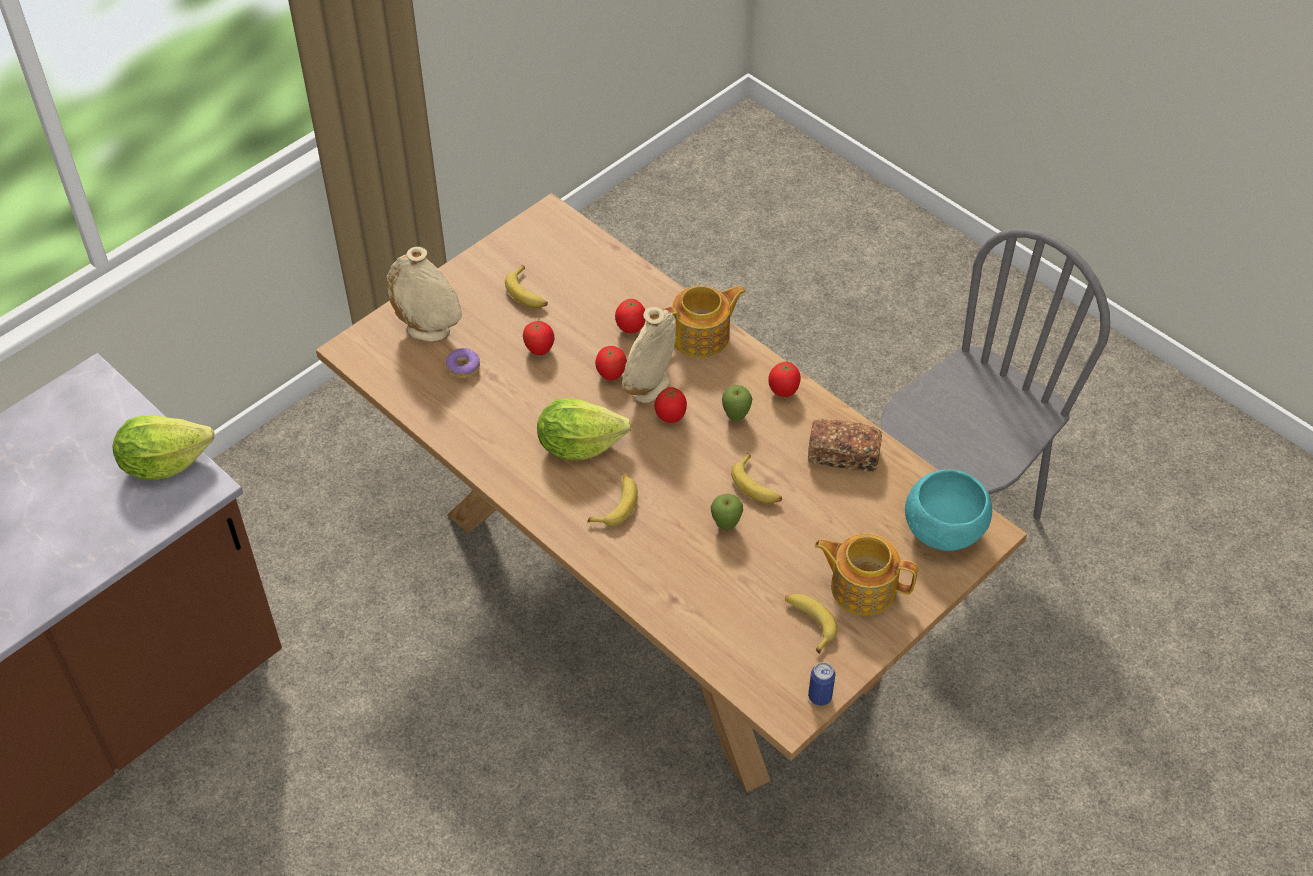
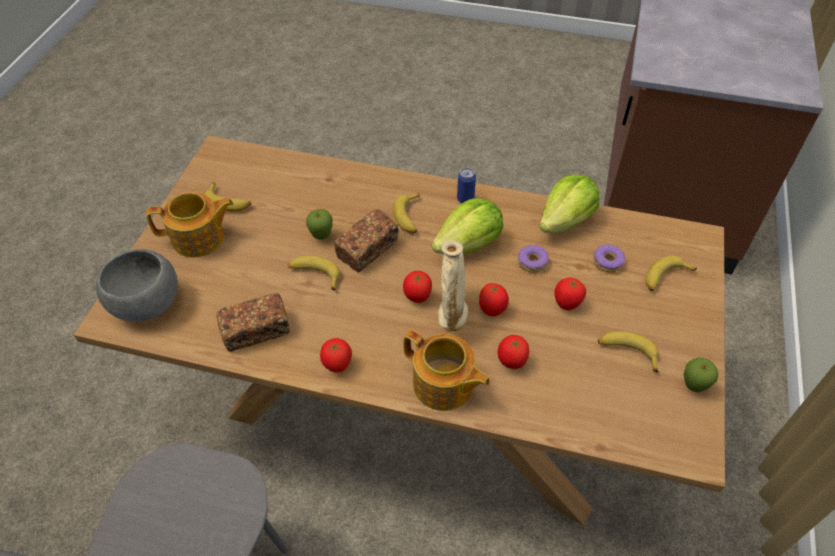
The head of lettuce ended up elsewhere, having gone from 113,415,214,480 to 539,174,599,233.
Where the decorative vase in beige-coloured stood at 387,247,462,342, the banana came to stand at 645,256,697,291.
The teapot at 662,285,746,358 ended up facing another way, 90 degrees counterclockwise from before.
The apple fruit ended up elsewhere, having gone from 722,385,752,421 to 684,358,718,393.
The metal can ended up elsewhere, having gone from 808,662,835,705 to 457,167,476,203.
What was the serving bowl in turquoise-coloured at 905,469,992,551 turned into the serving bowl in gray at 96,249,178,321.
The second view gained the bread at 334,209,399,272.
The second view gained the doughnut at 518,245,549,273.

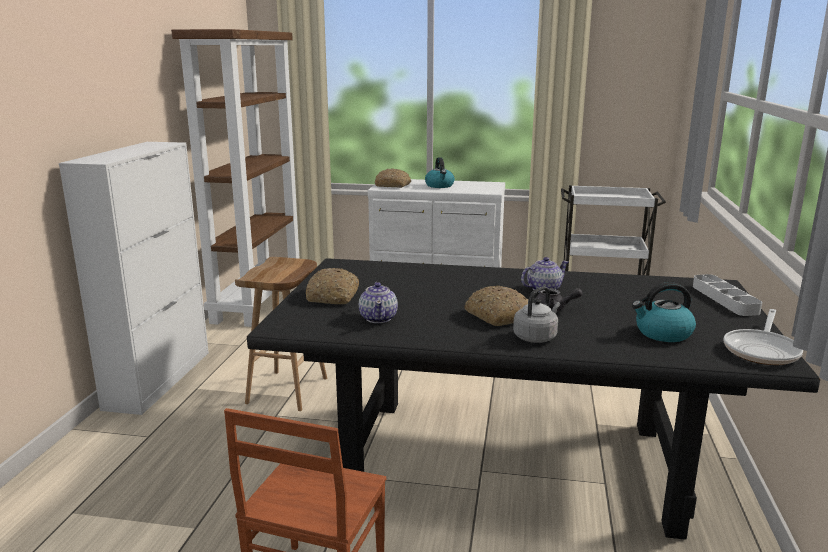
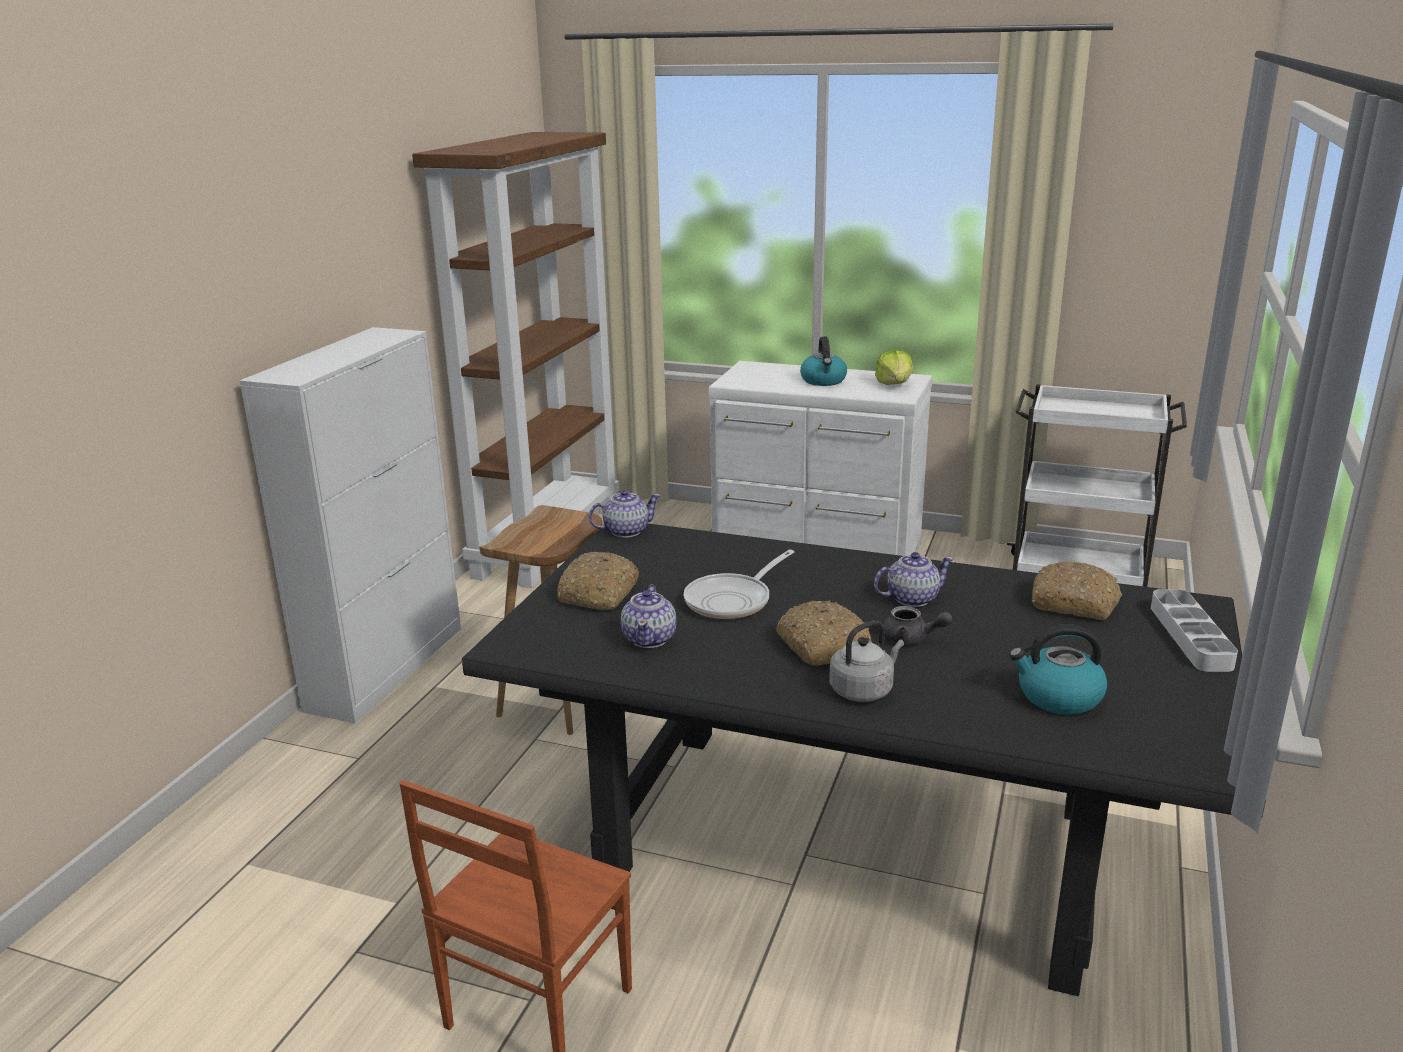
The bread ended up elsewhere, having gone from 375,169,411,188 to 1032,561,1122,620.
The pan ended up elsewhere, having gone from 723,309,803,365 to 684,550,794,619.
The second view gained the teapot at 589,490,661,538.
The second view gained the head of lettuce at 875,350,914,385.

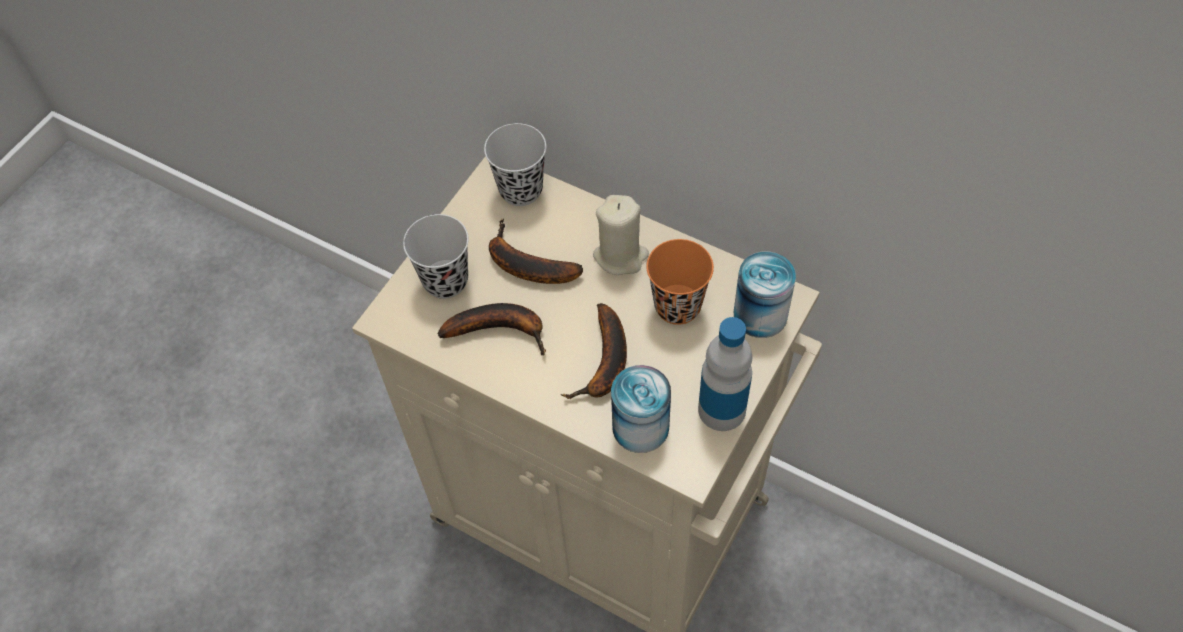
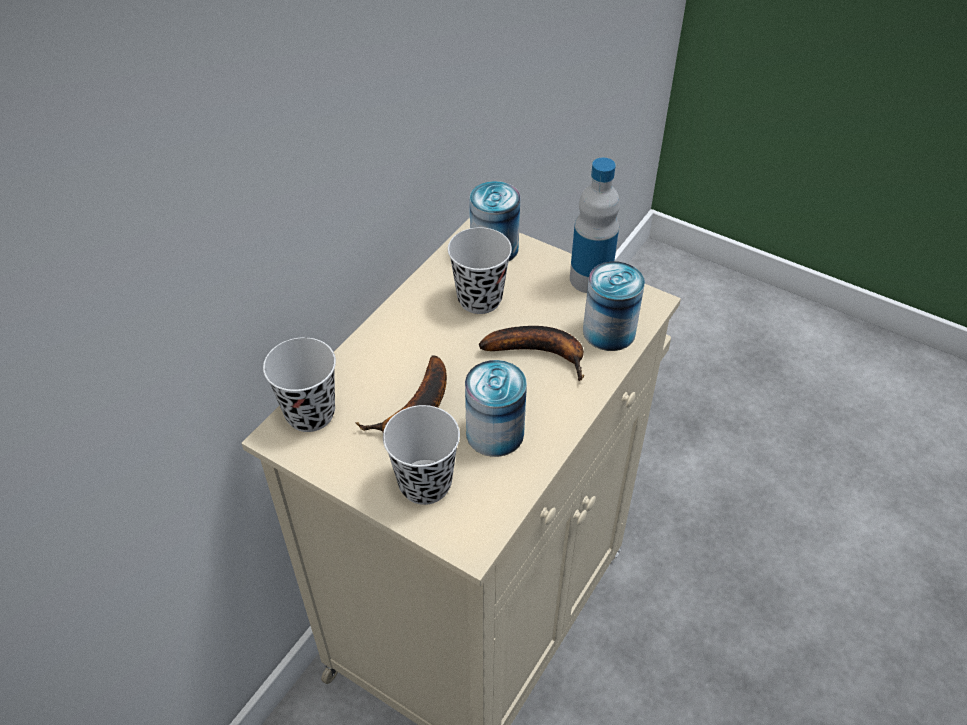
Where the banana stood at 438,303,546,356, the metal can came to stand at 465,360,527,457.
The second view lost the wax candle in beige-coloured at 593,195,649,275.
What was the small cup in orange-coloured at 646,239,714,325 turned into the small cup in black-coloured at 448,227,512,314.

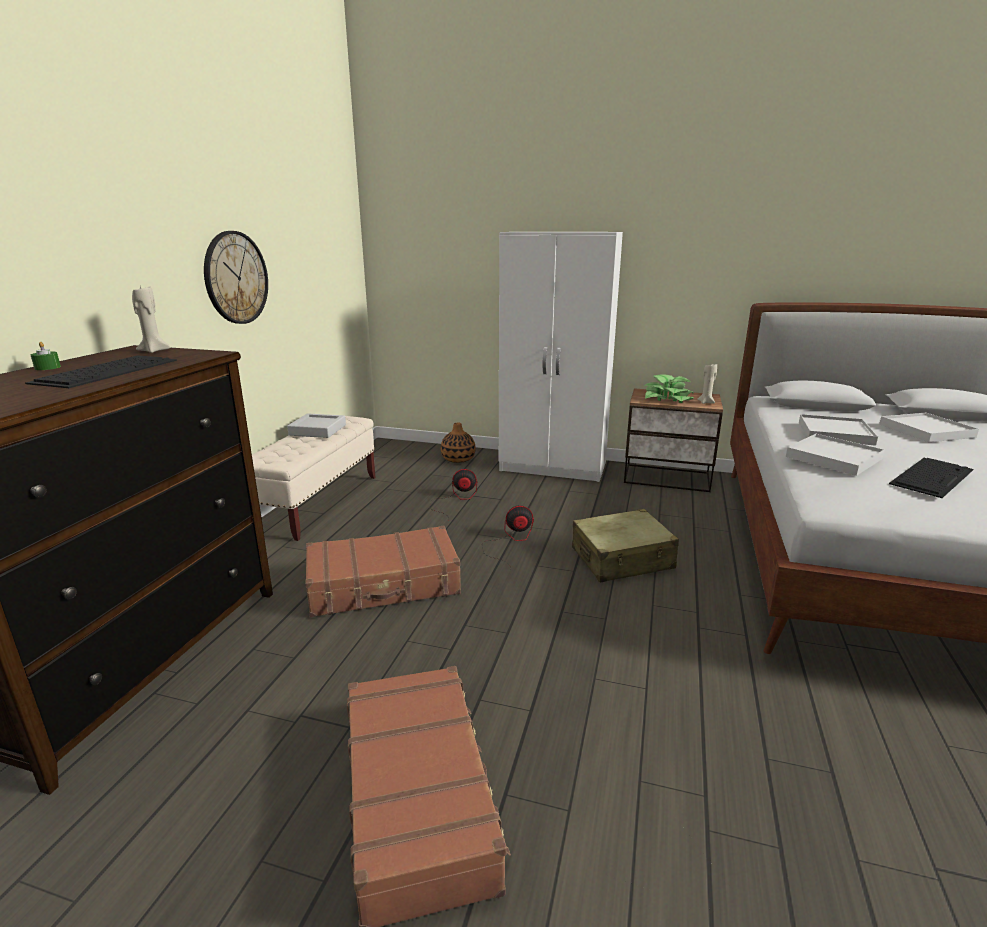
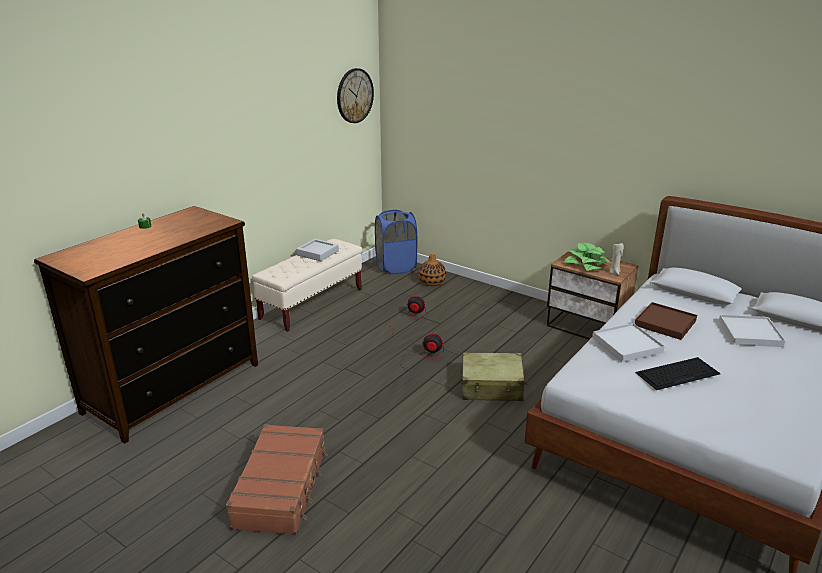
The second view lost the computer keyboard at 25,355,177,388.
The second view lost the wax candle in beige-coloured at 132,286,170,353.
The wall clock ended up elsewhere, having gone from 204,231,268,324 to 337,68,374,123.
The second view lost the travel case in brown at 305,526,461,617.
The second view lost the clothes cupboard in whitish at 499,232,623,482.
What was the carrying tray in whitish at 799,414,878,446 turned into the carrying tray in brown at 635,302,697,340.
The second view gained the hamper in blue at 375,210,417,274.

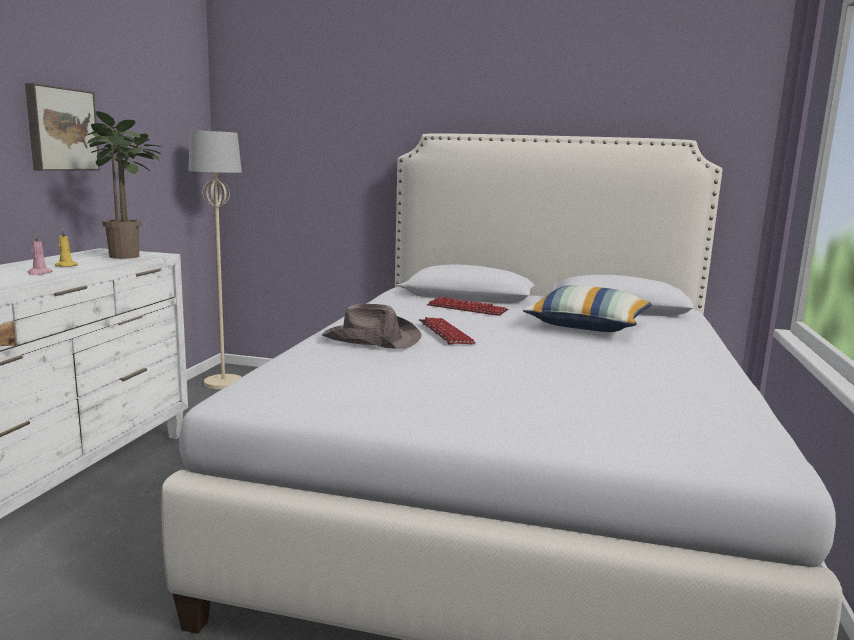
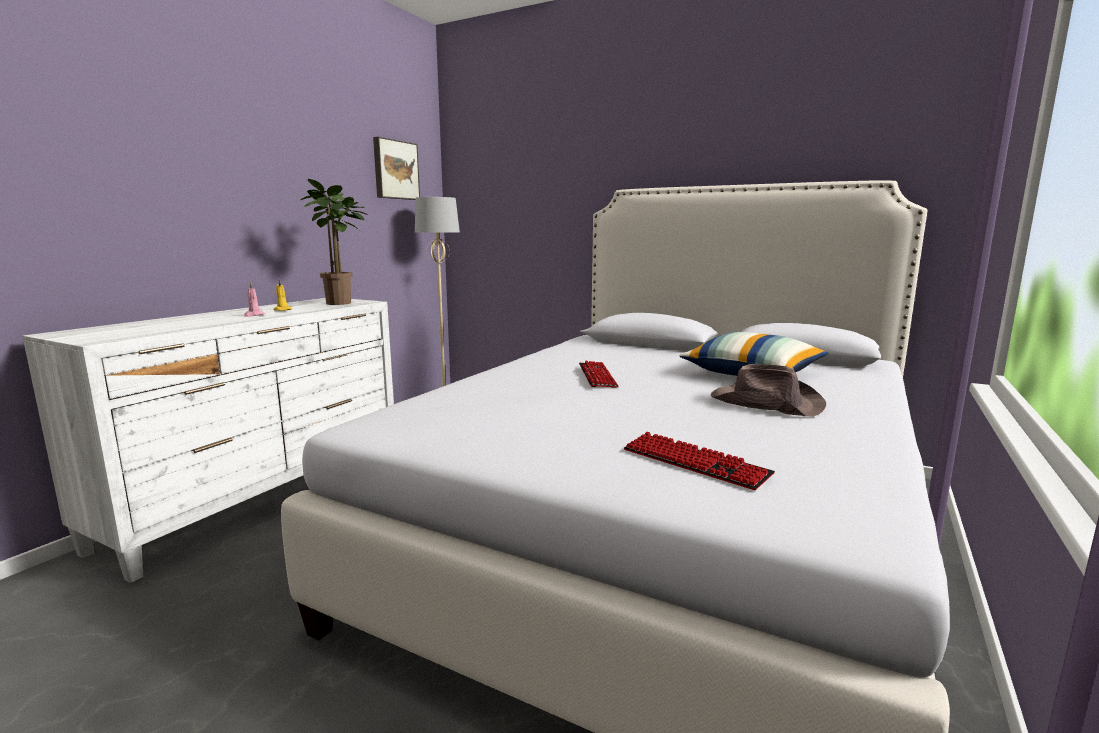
The wall picture ended up elsewhere, having gone from 25,83,100,171 to 373,137,420,200.
The hat in brown ended up elsewhere, having gone from 322,304,422,349 to 711,364,826,417.
The computer keyboard ended up elsewhere, having gone from 427,297,508,316 to 624,432,775,490.

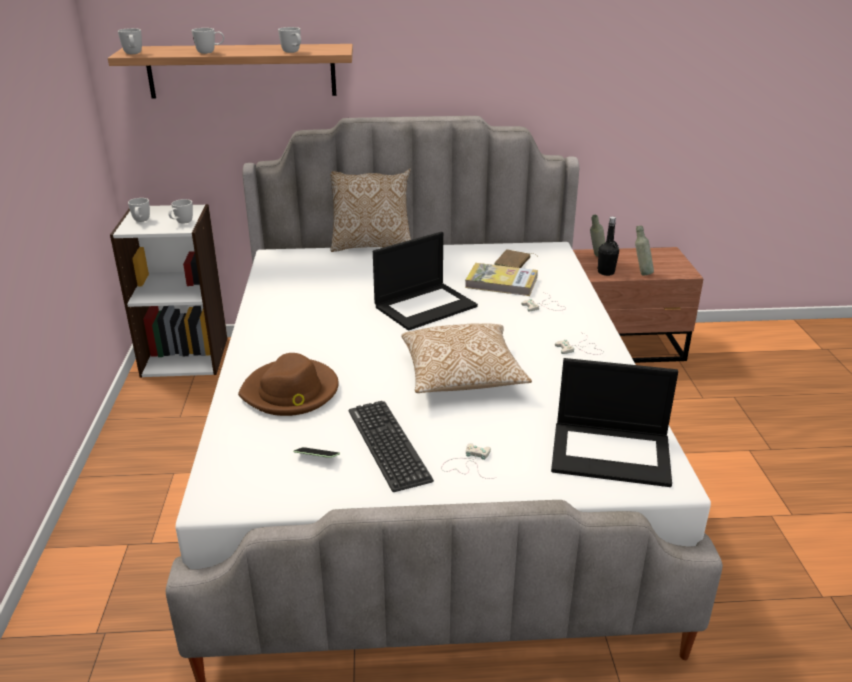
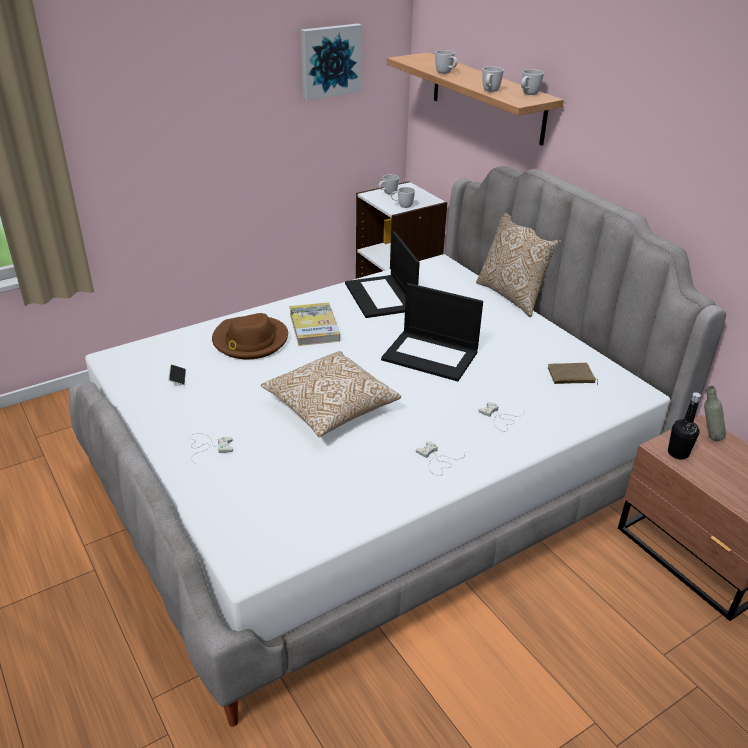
The tea mug in whitish ended up elsewhere, having gone from 118,28,142,54 to 521,69,544,95.
The second view lost the computer keyboard at 349,401,434,492.
The volume ended up elsewhere, having gone from 465,263,538,296 to 289,302,340,346.
The portable computer ended up elsewhere, having gone from 551,358,678,487 to 345,231,420,318.
The second view lost the bottle in gray at 635,225,654,275.
The second view gained the wall picture at 301,24,362,100.

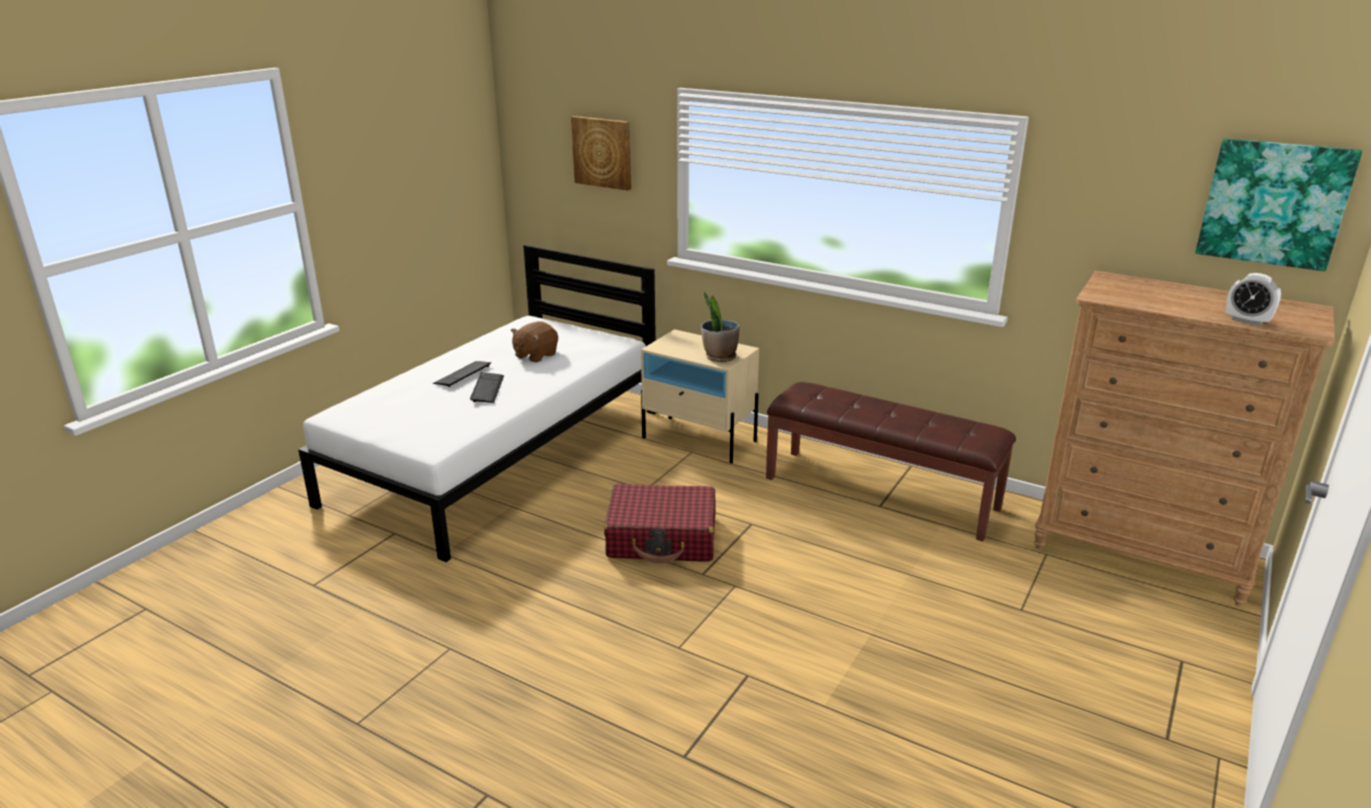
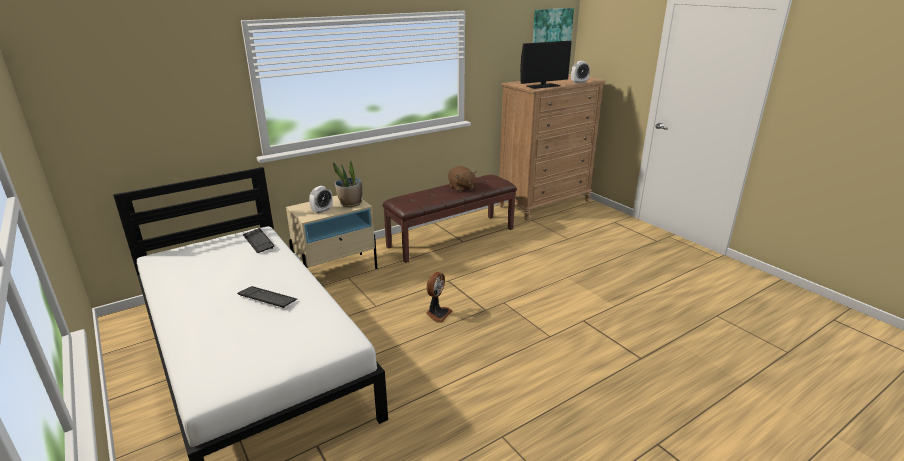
The computer keyboard ended up elsewhere, having gone from 433,361,491,387 to 243,228,275,253.
The soft toy in brown ended up elsewhere, having gone from 511,321,558,363 to 448,166,477,192.
The second view lost the wall picture at 571,116,631,191.
Where the travel case in red-coloured stood at 604,484,716,564, the cooling fan came to stand at 426,272,452,323.
The second view gained the alarm clock at 309,186,333,213.
The second view gained the computer screen at 520,41,572,89.

